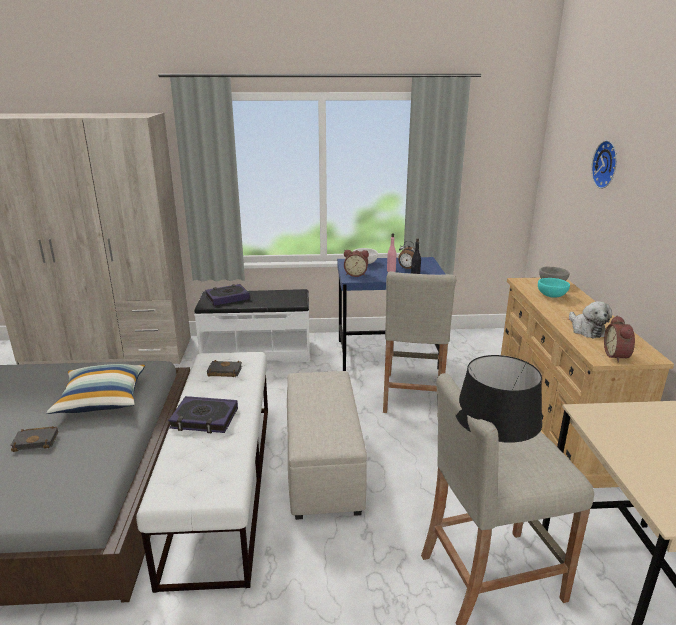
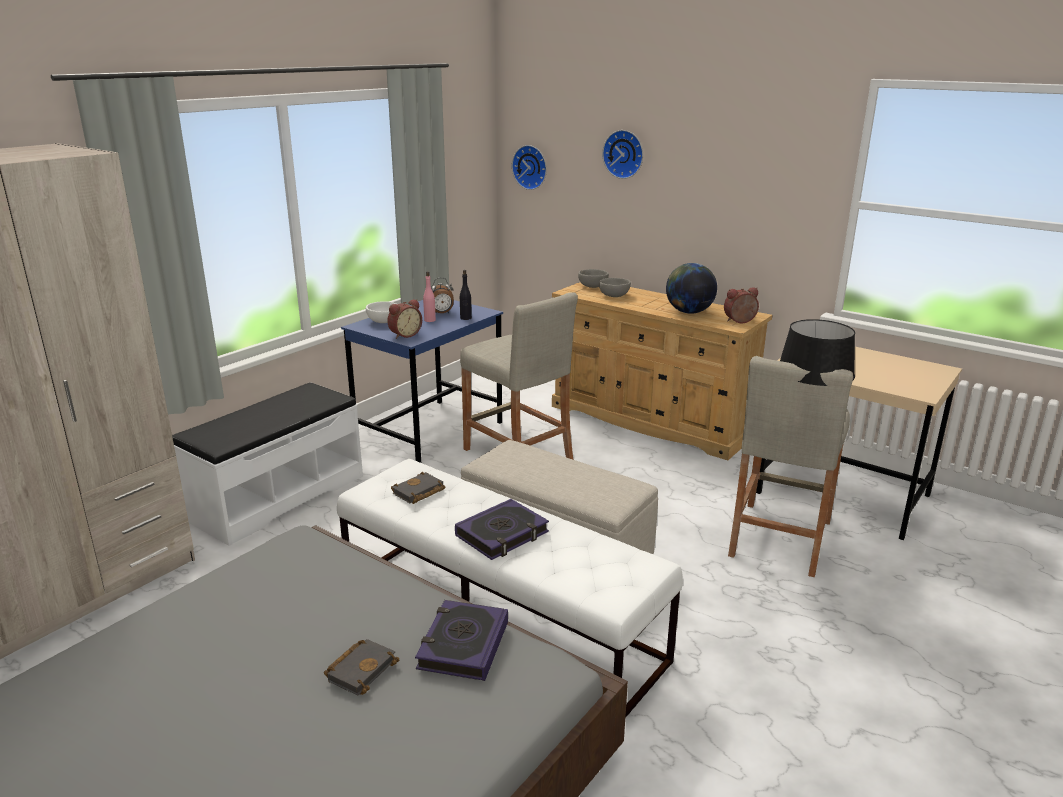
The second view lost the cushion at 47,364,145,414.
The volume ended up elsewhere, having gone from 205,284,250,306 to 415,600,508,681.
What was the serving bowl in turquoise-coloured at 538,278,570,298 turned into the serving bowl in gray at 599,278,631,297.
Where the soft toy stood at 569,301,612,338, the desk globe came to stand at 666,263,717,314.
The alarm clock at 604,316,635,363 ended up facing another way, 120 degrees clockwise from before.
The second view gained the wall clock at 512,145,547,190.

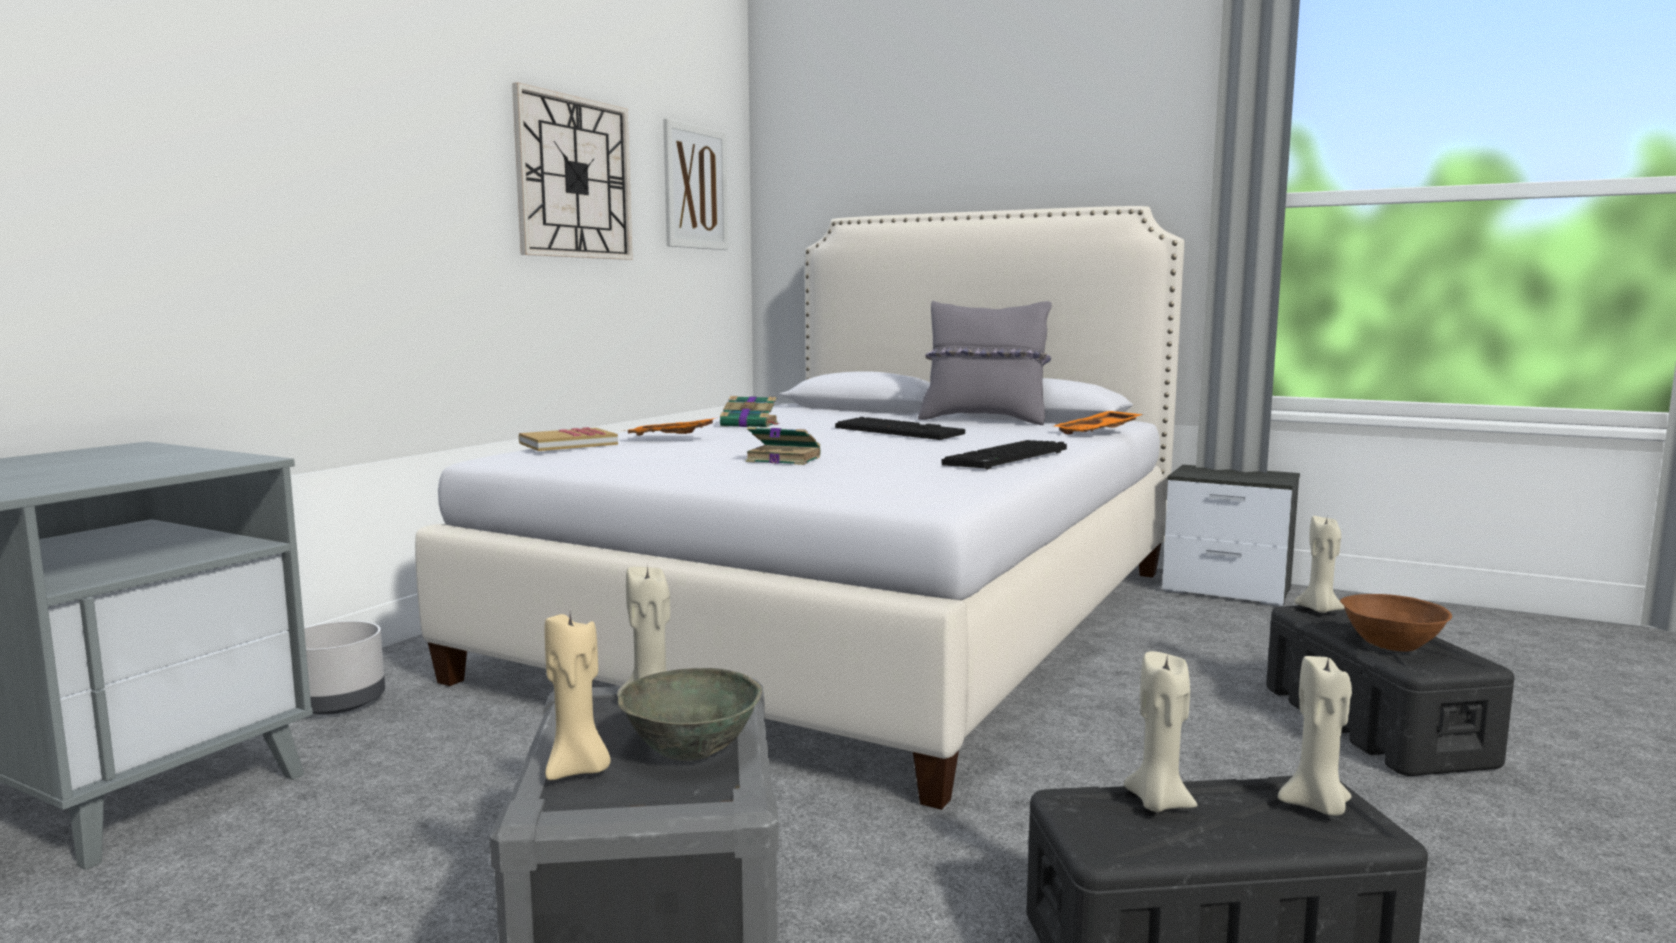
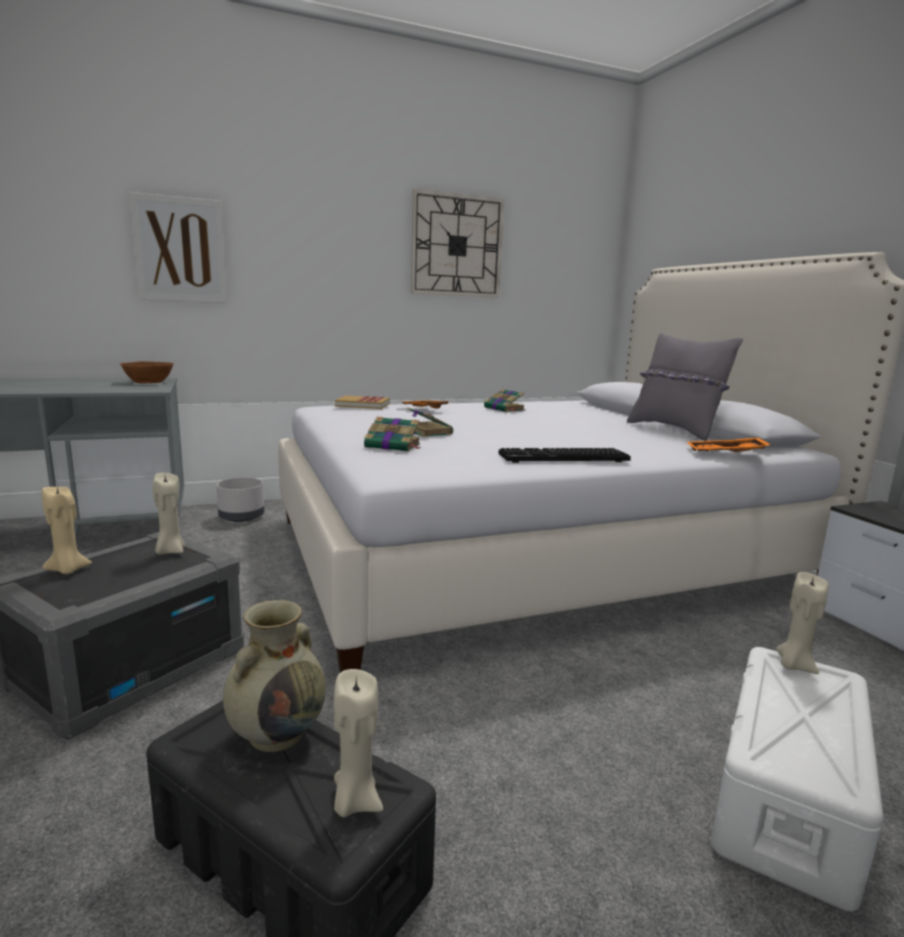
The second view lost the serving bowl in gray at 618,668,762,761.
The wall picture ended up elsewhere, having gone from 663,118,728,250 to 129,192,227,303.
The second view lost the computer keyboard at 835,417,965,440.
Where the wax candle in beige-coloured stood at 1124,651,1197,812, the decorative vase in beige-coloured came to stand at 223,600,326,752.
What was the storage box in black-coloured at 1266,605,1515,776 turned into the storage box in whitish at 711,647,883,912.
The serving bowl in brown ended up elsewhere, having gone from 1340,594,1452,652 to 120,361,174,383.
The second view gained the volume at 364,417,421,452.

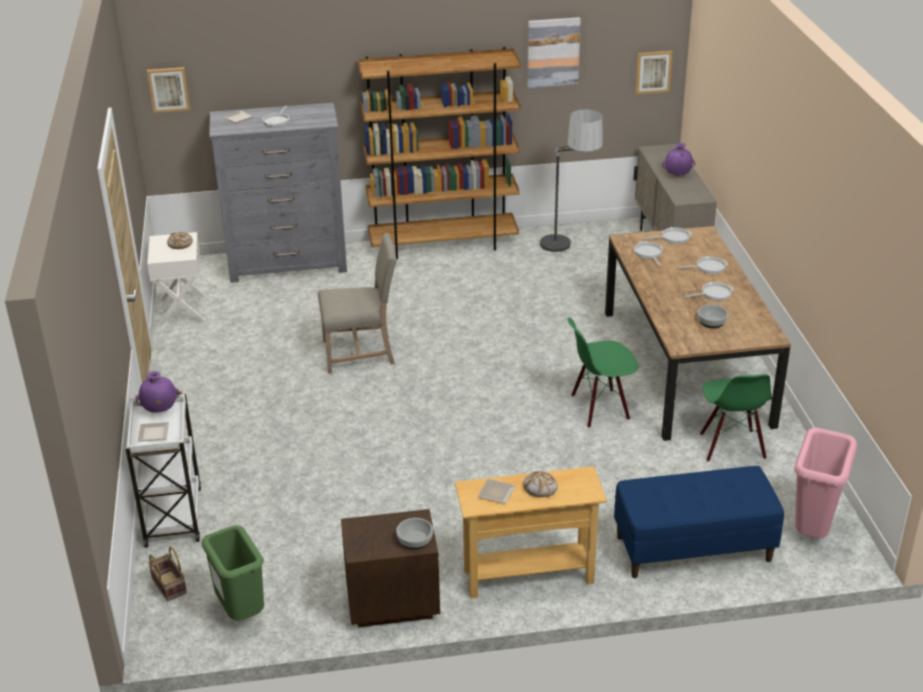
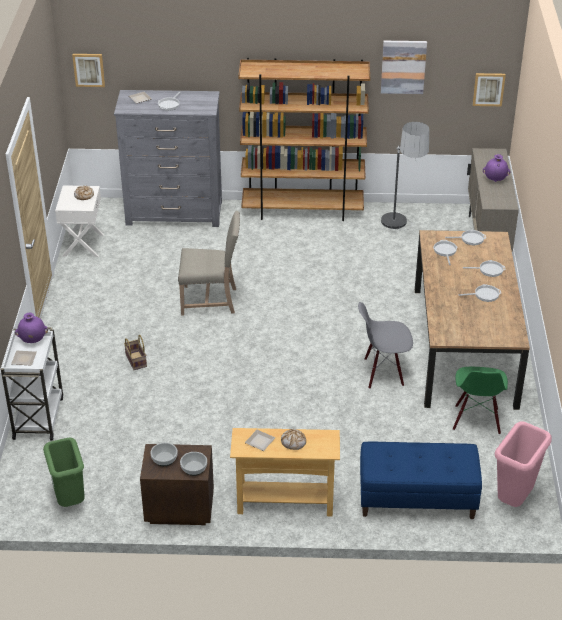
The household basket ended up elsewhere, having gone from 148,546,187,602 to 124,335,147,370.
What was the chair in greenish at 567,317,638,428 turned into the chair in gray at 358,302,413,389.
The serving bowl ended up elsewhere, having gone from 697,305,728,328 to 150,443,178,466.

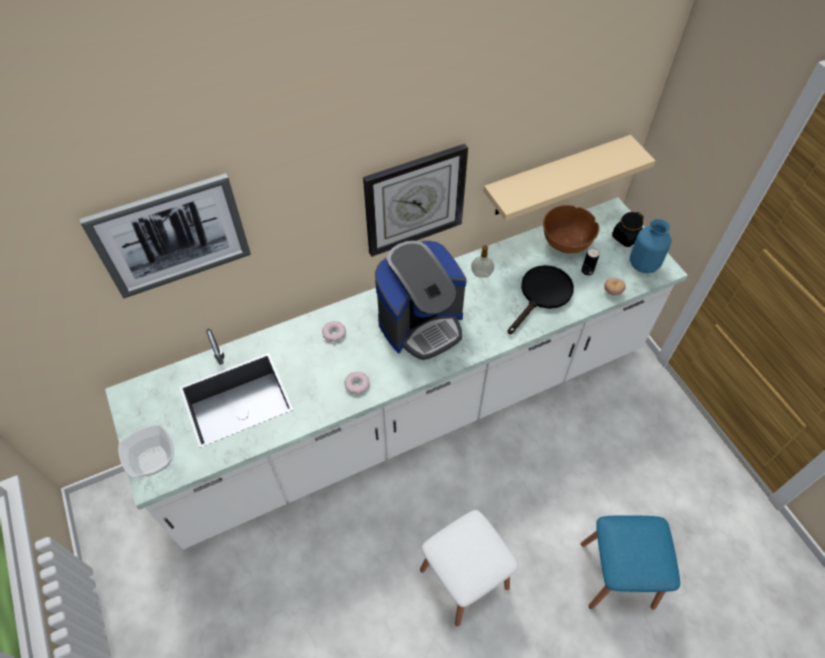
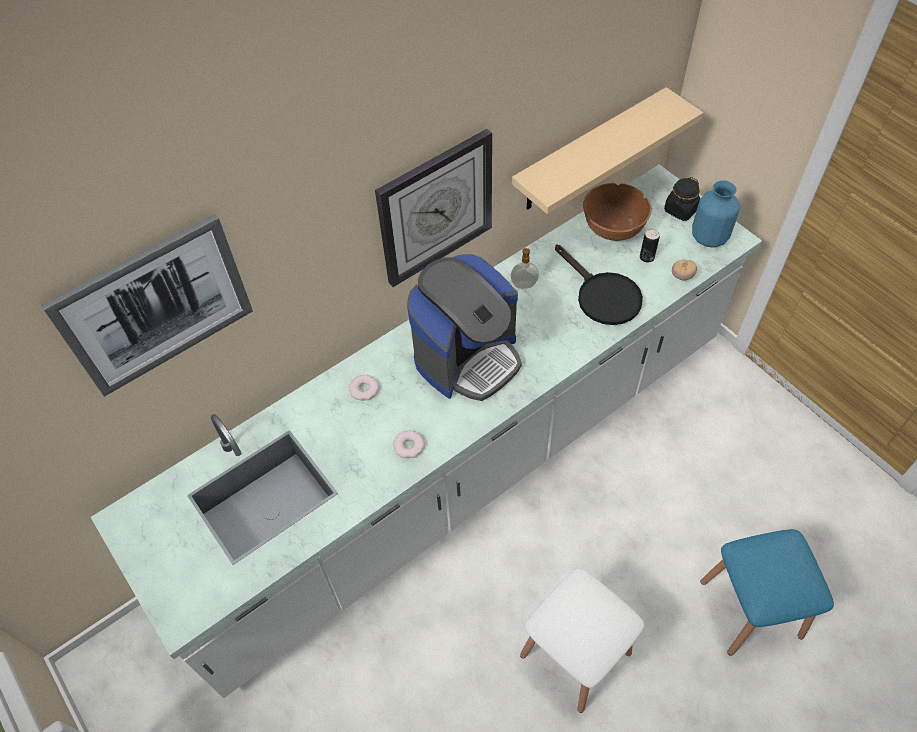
The second view lost the serving bowl at 118,424,174,478.
The pan in black-coloured at 508,265,574,334 ended up facing another way, 120 degrees clockwise from before.

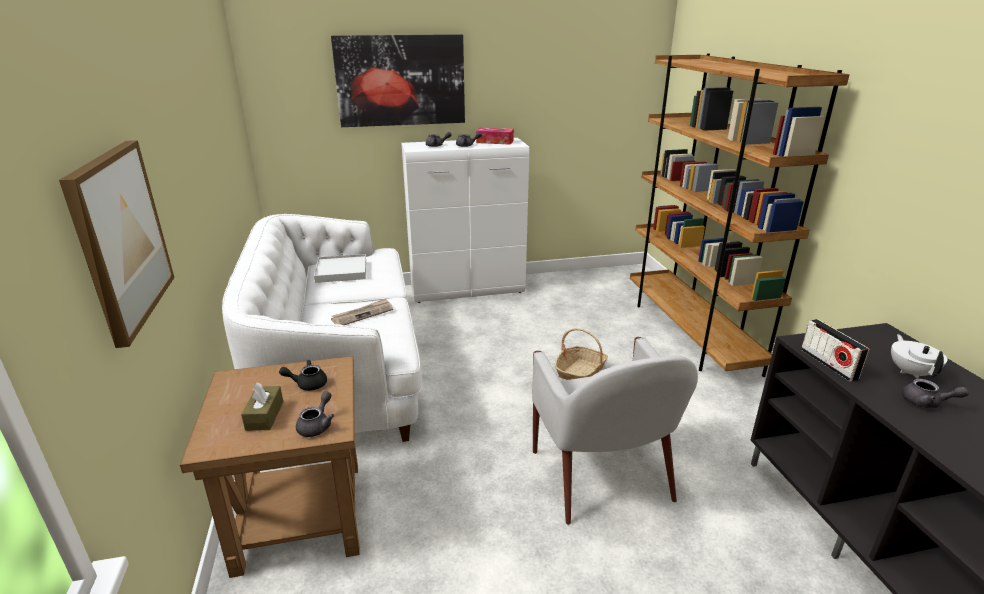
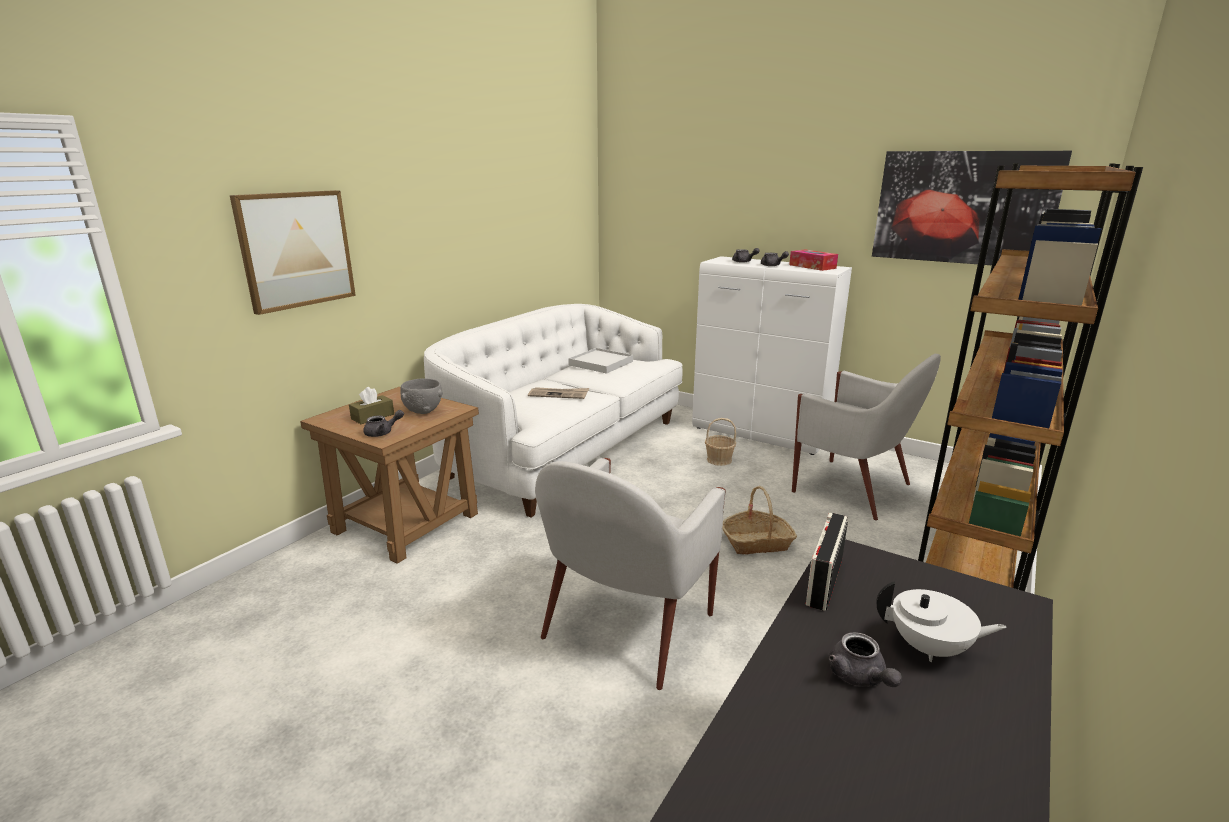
Where the teapot in black-coloured stood at 279,359,327,391, the serving bowl in gray came to stand at 401,379,443,414.
The wall picture ended up elsewhere, having gone from 331,34,465,127 to 872,151,1072,265.
The teapot in whitish at 891,334,948,379 ended up facing another way, 60 degrees clockwise from before.
The second view gained the household basket at 705,418,736,466.
The second view gained the armchair in whitish at 792,354,941,521.

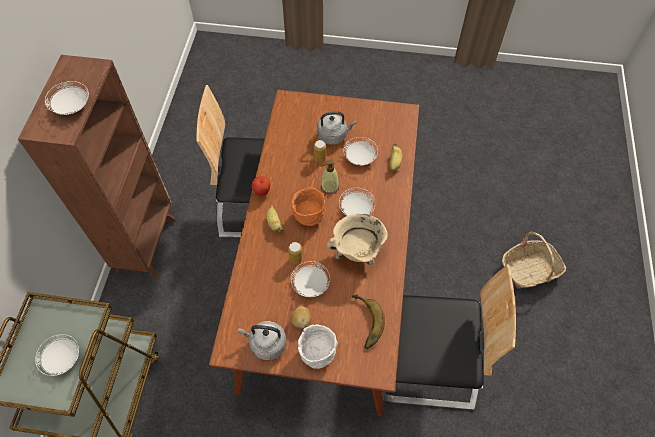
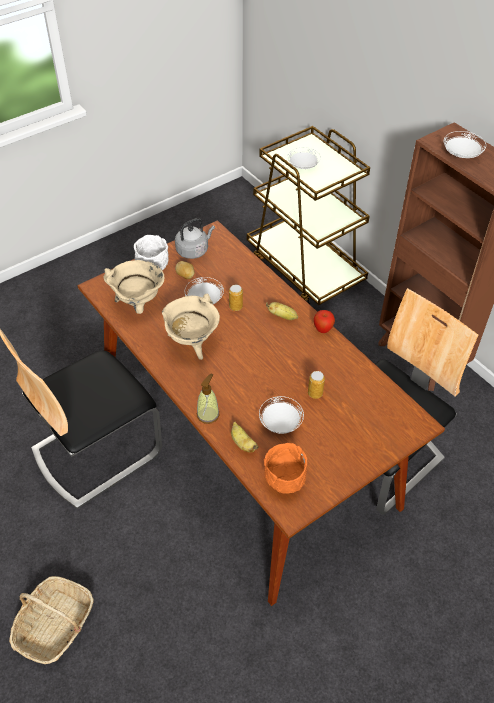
The serving bowl in orange-coloured ended up elsewhere, having gone from 291,188,325,226 to 264,443,307,494.
The second view lost the water kettle in gray at 317,111,356,145.
The soap bottle ended up elsewhere, having gone from 320,159,339,194 to 197,374,220,424.
The second view lost the flat dish in whitish at 339,188,375,216.
Where the banana stood at 352,294,385,349, the saucepot in beige-coloured came to stand at 104,260,164,314.

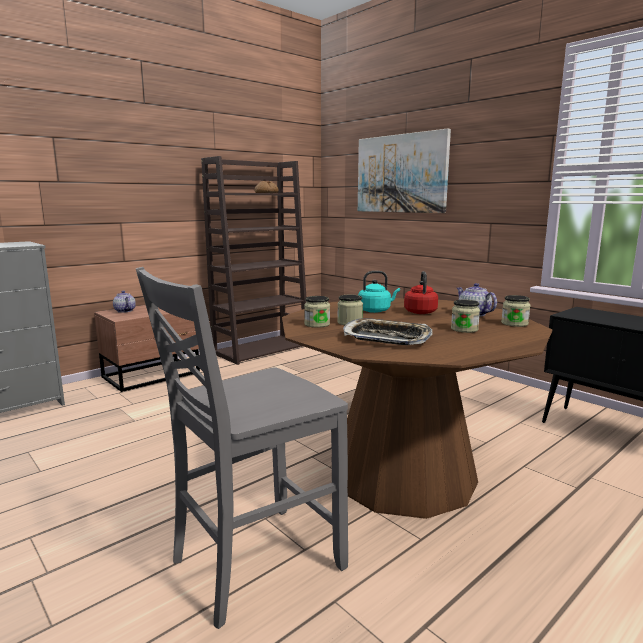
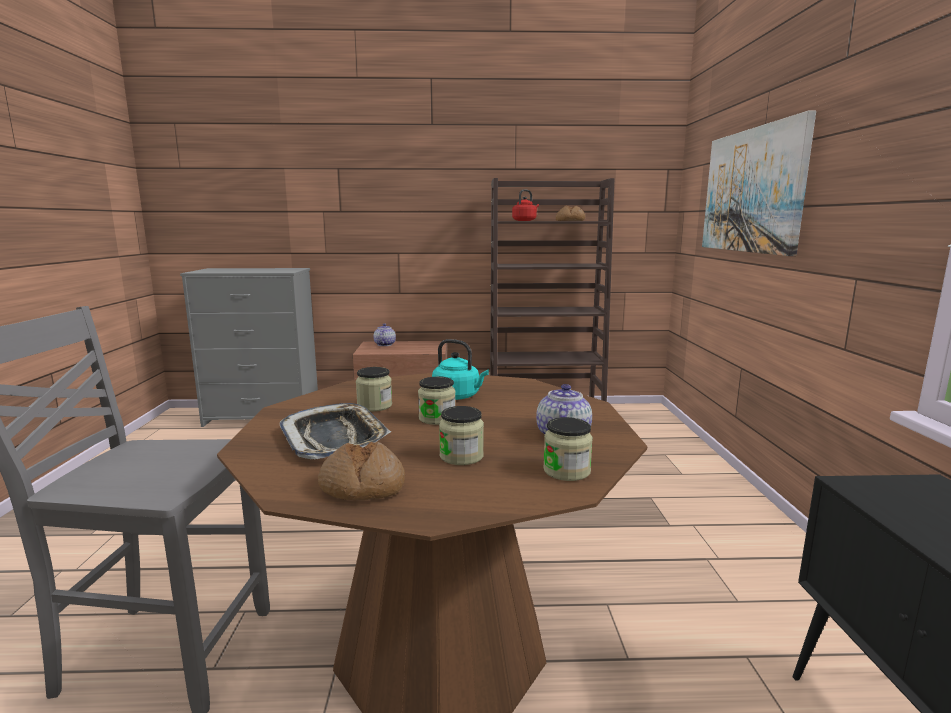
The preserve jar ended up elsewhere, having gone from 304,296,330,328 to 418,377,455,425.
The water kettle in red-coloured ended up elsewhere, having gone from 404,271,438,314 to 512,189,539,221.
The second view gained the bread at 318,442,405,500.

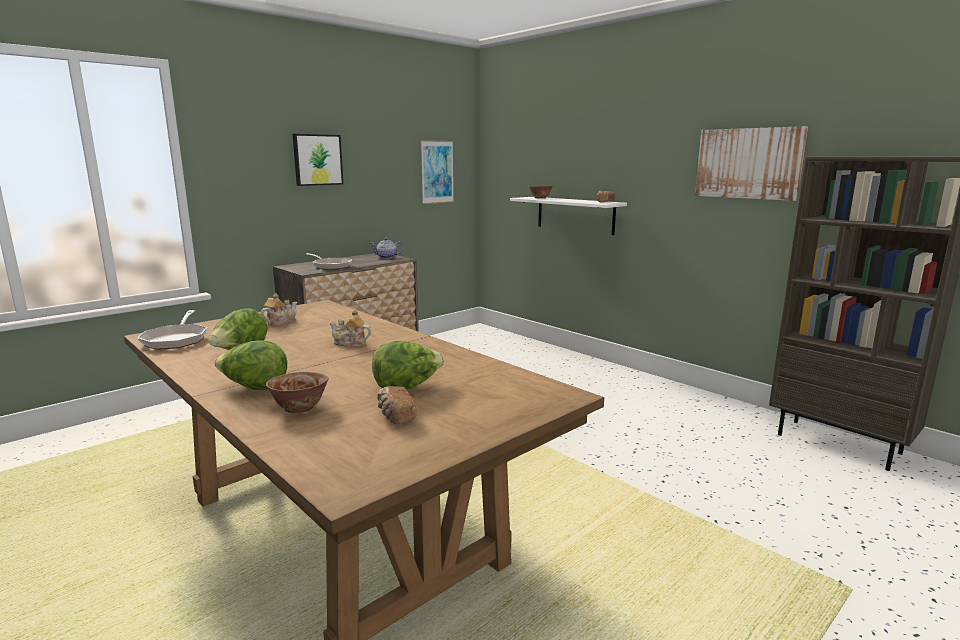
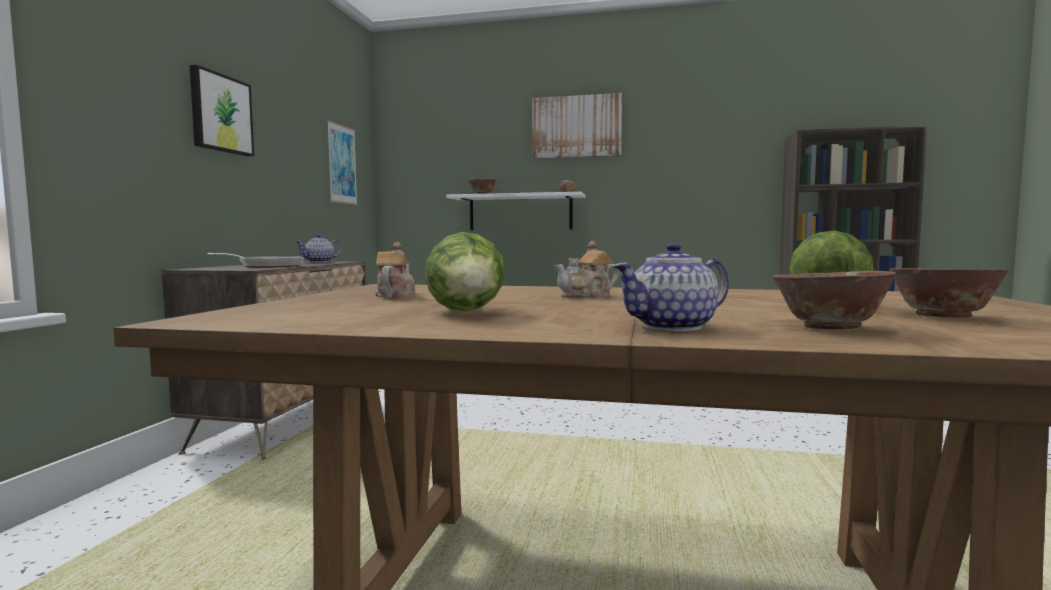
The second view lost the pan at 137,310,207,349.
Where the head of lettuce stood at 214,340,287,390, the teapot came to stand at 613,243,729,331.
Where the bread stood at 377,386,417,424, the serving bowl came to stand at 890,268,1008,318.
The wall picture ended up elsewhere, having gone from 695,126,808,201 to 532,93,622,159.

